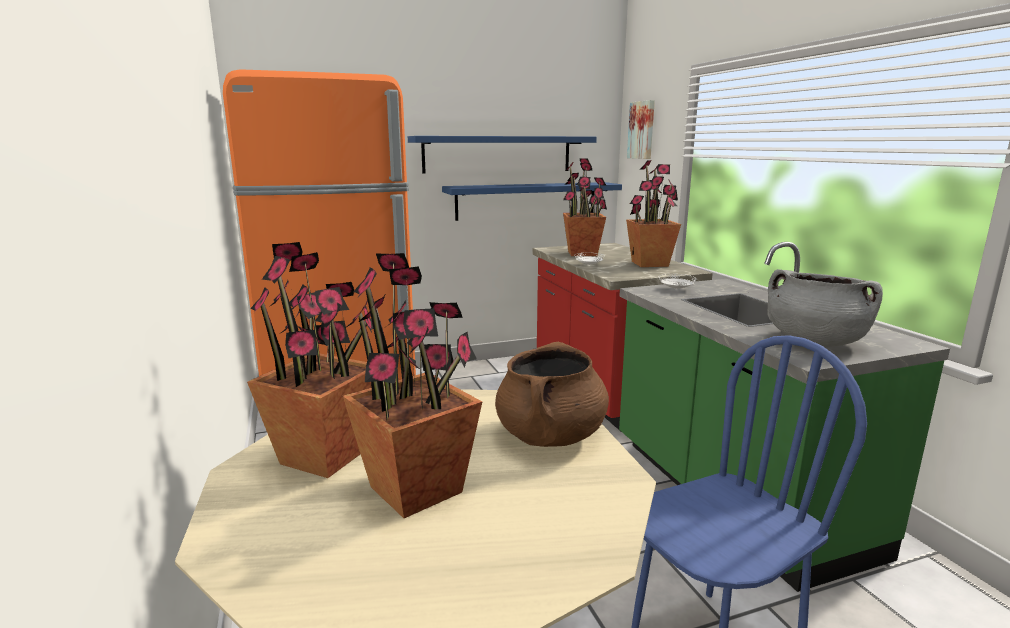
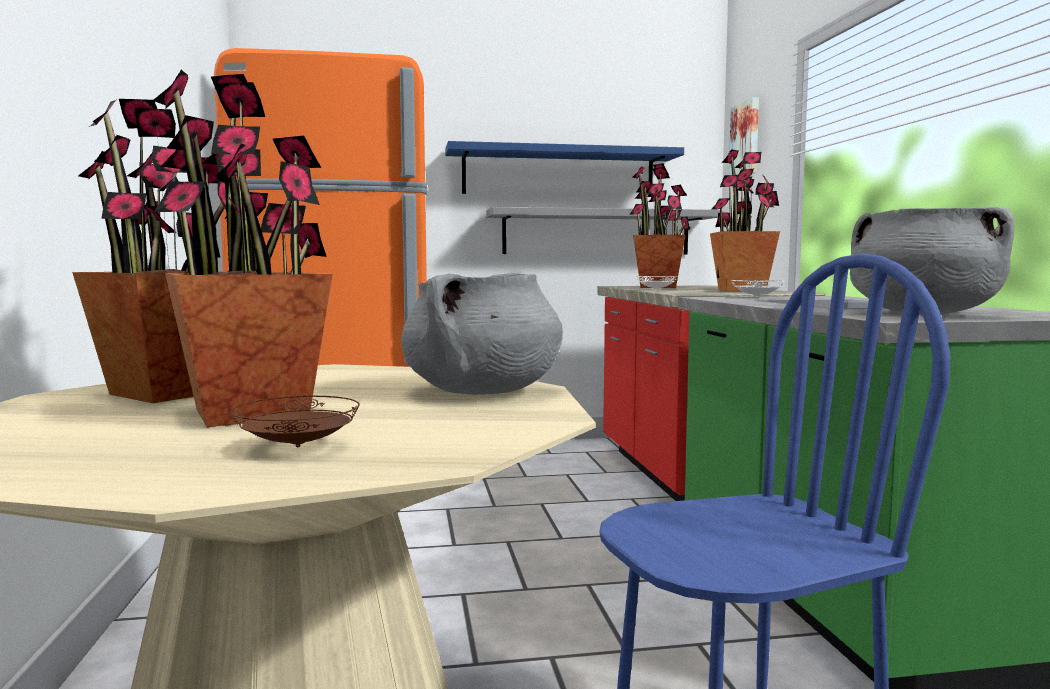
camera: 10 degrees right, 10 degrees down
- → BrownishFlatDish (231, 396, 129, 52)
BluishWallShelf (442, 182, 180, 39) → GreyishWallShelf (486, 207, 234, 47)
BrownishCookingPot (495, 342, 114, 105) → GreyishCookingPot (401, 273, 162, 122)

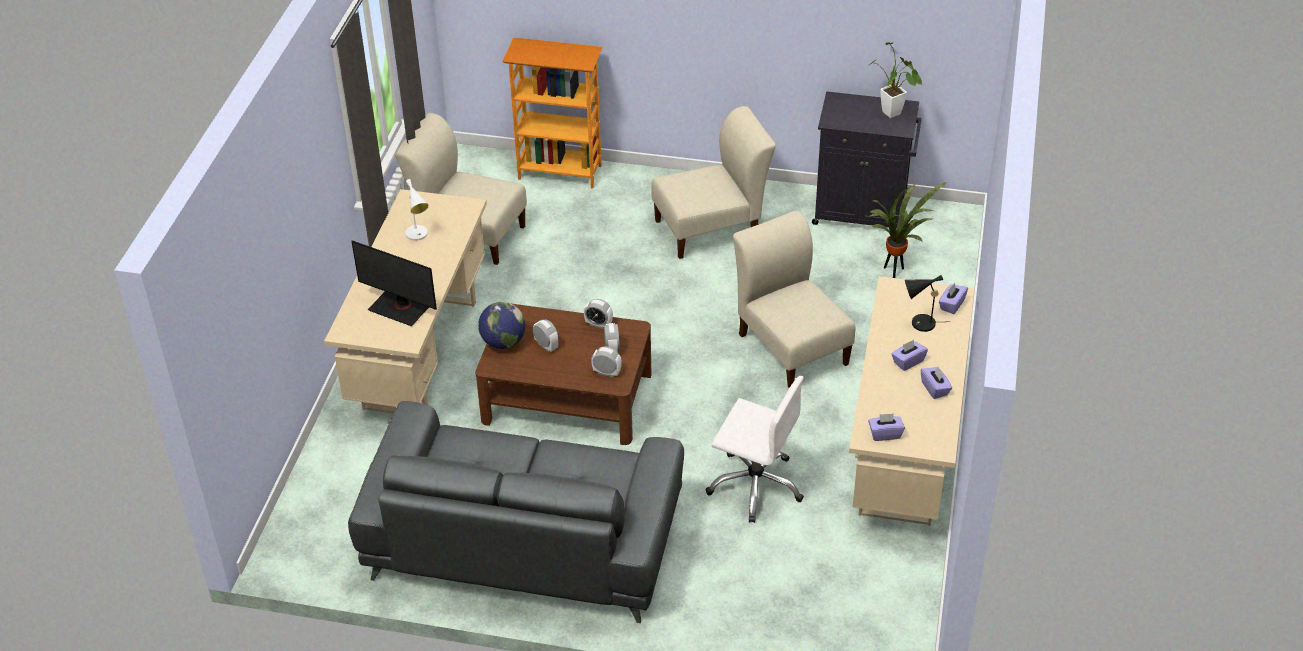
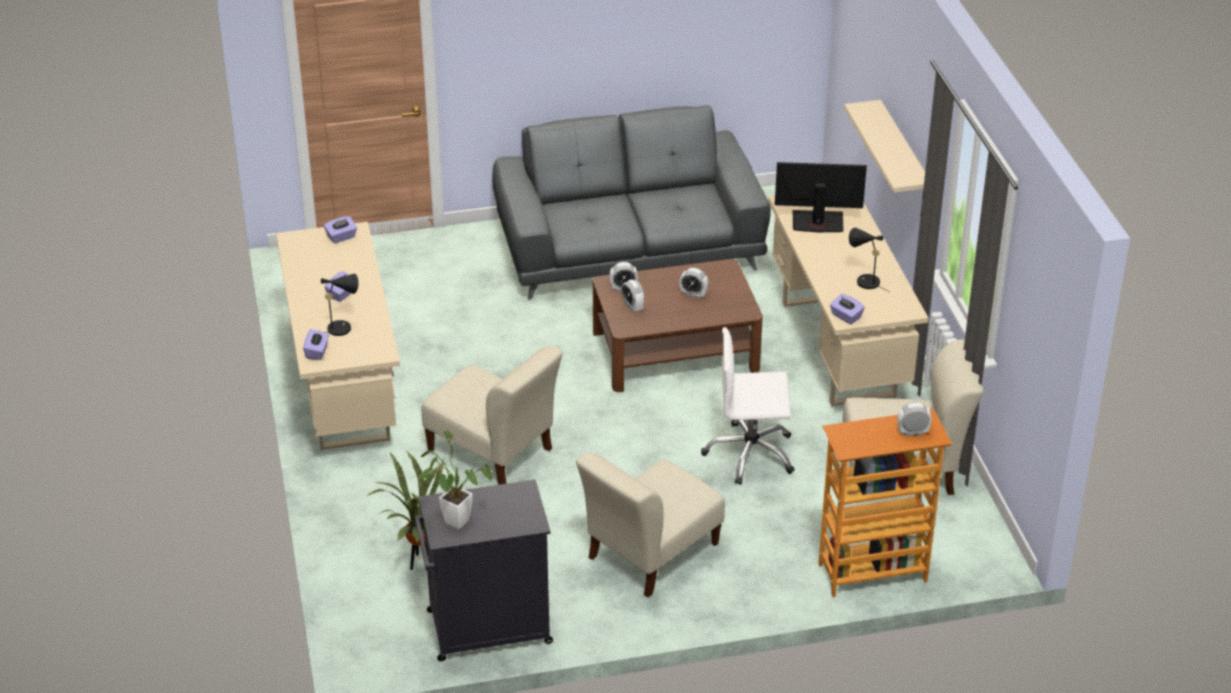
camera: 155 degrees right, 5 degrees down
DeskGlobe (478, 302, 48, 47) → -
- → BeigeWallShelf (844, 100, 81, 93)
TableClock (584, 299, 29, 30) → TableClock (897, 402, 34, 34), move
WhitishDeskChair (705, 376, 99, 147) → WhitishDeskChair (701, 327, 94, 158), move
PurplishBoxOfTissues (921, 367, 31, 32) → PurplishBoxOfTissues (830, 294, 35, 30), move
WhitishTabletopLamp (405, 179, 24, 62) → BlackishTabletopLamp (849, 228, 41, 64)

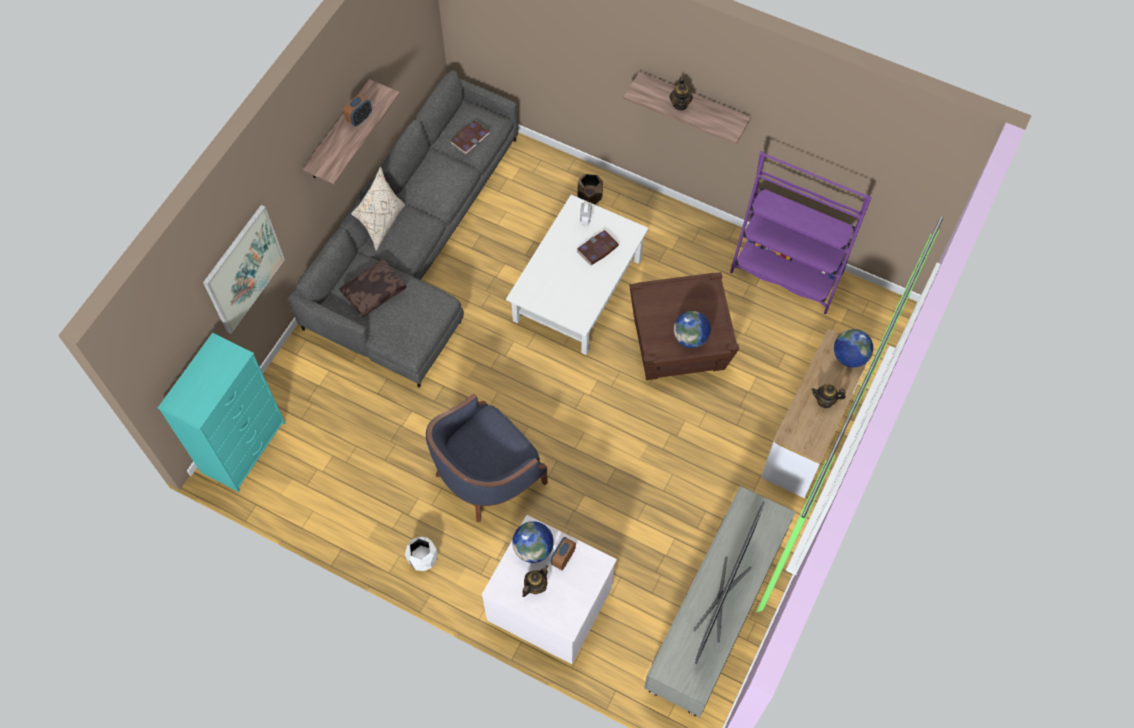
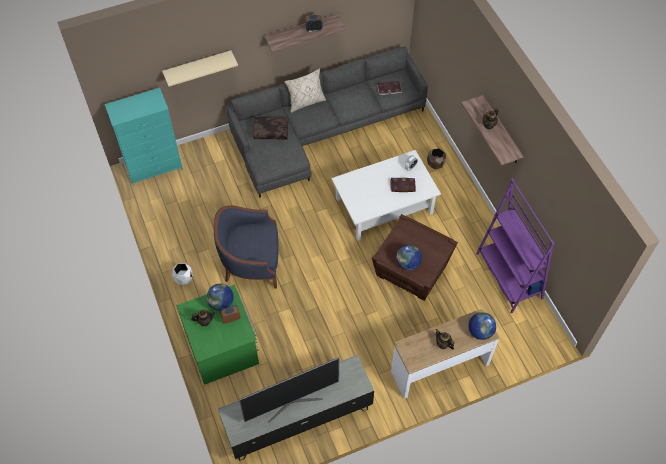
camera: 40 degrees right, 5 degrees down
WallArt (203, 205, 82, 129) → BeigeWallShelf (162, 50, 76, 37)
WhitishDresser (482, 515, 135, 149) → GreenDresser (176, 285, 83, 100)

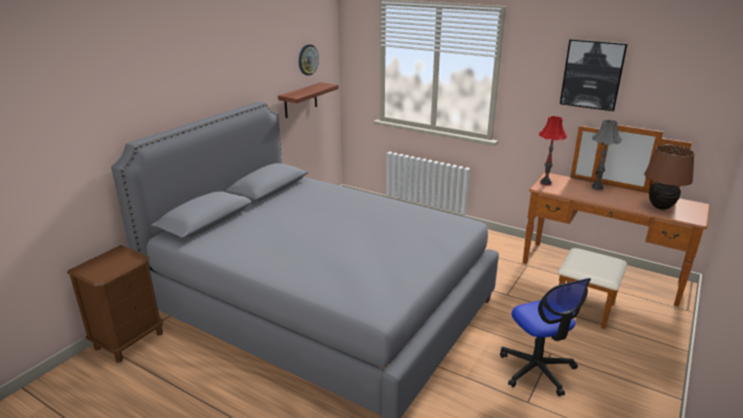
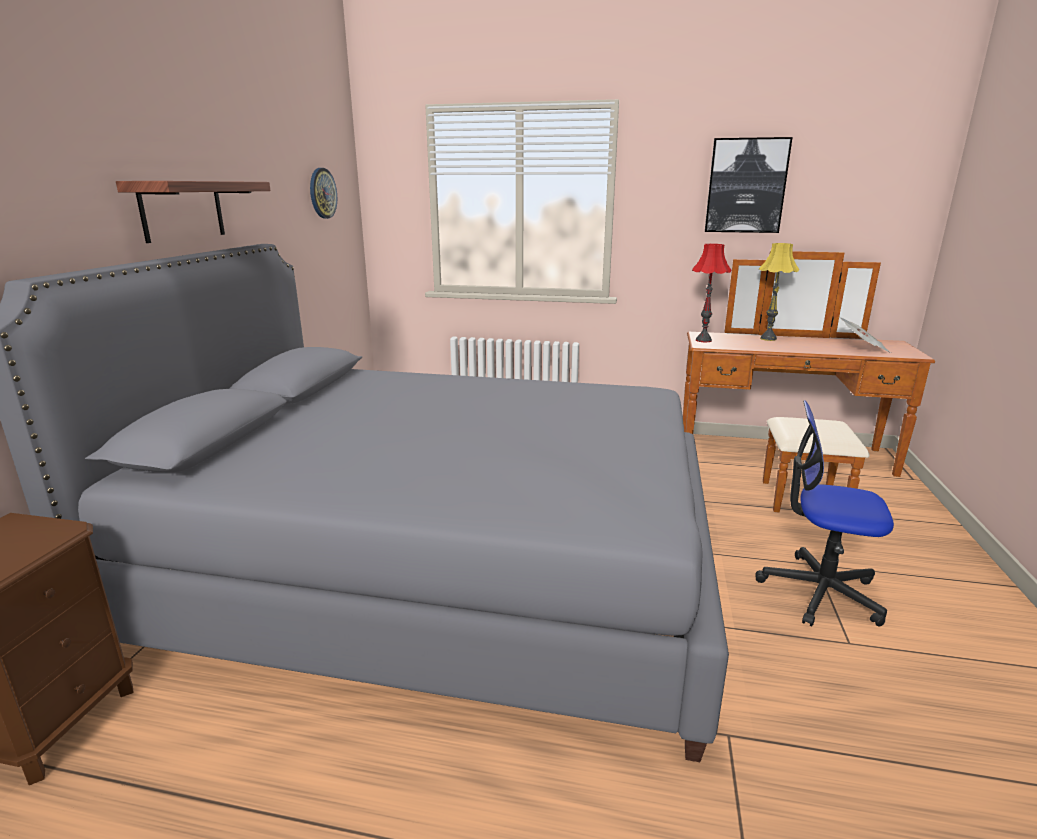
camera: 20 degrees left, 5 degrees down
WallShelf (278, 82, 61, 36) → WallShelf (116, 181, 155, 62), move
BrownishTabletopLamp (644, 145, 51, 65) → PrintedPaper (839, 317, 52, 36)
GreyishTabletopLamp (591, 120, 31, 70) → YellowColouredTabletopLamp (759, 243, 40, 98)
DeskChair (500, 278, 91, 119) → DeskChair (755, 400, 139, 227), 150 degrees clockwise

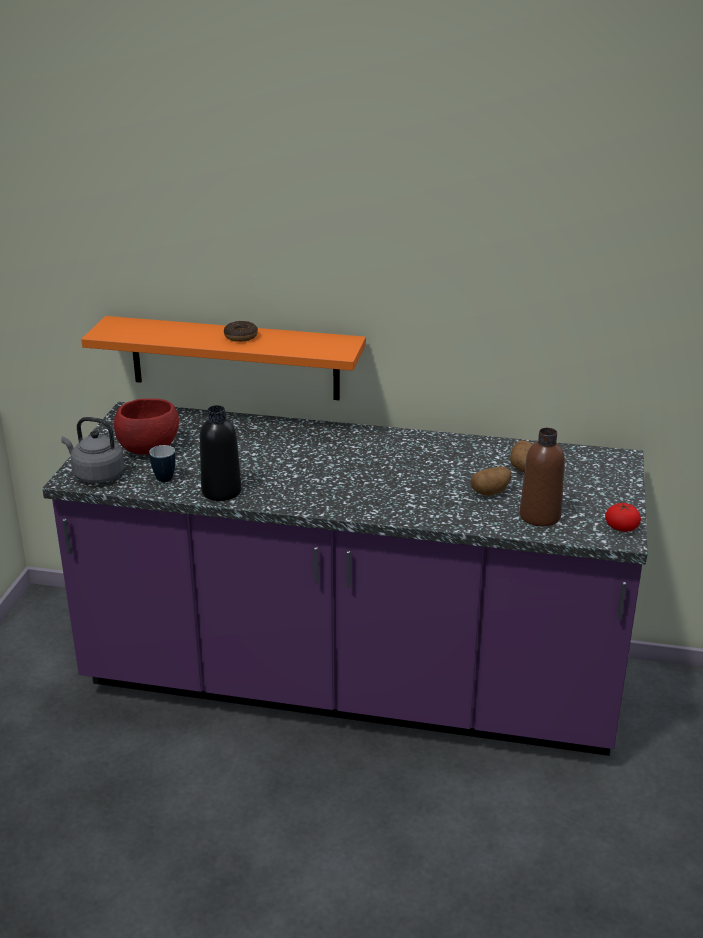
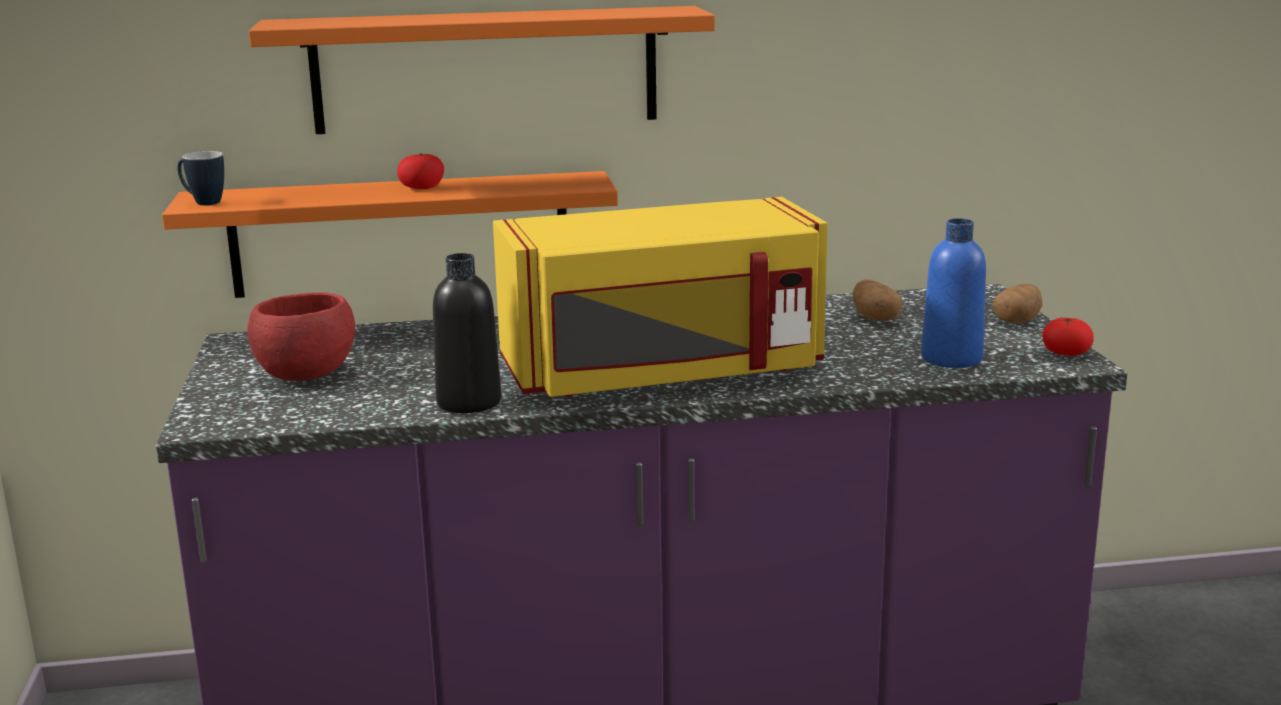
camera: 20 degrees left, 10 degrees down
GreyishKettle (61, 417, 63, 66) → -
- → OrangeColouredWallShelf (249, 6, 466, 128)
- → YellowColouredMicrowave (493, 197, 335, 200)
TeaMug (149, 445, 26, 37) → TeaMug (177, 151, 47, 54), move
Spud (471, 467, 40, 29) → Spud (993, 284, 50, 40), move
Donut (224, 321, 34, 21) → Tomato (397, 153, 47, 36)
BrownishBottle (520, 428, 45, 98) → BluishBottle (921, 218, 65, 150)

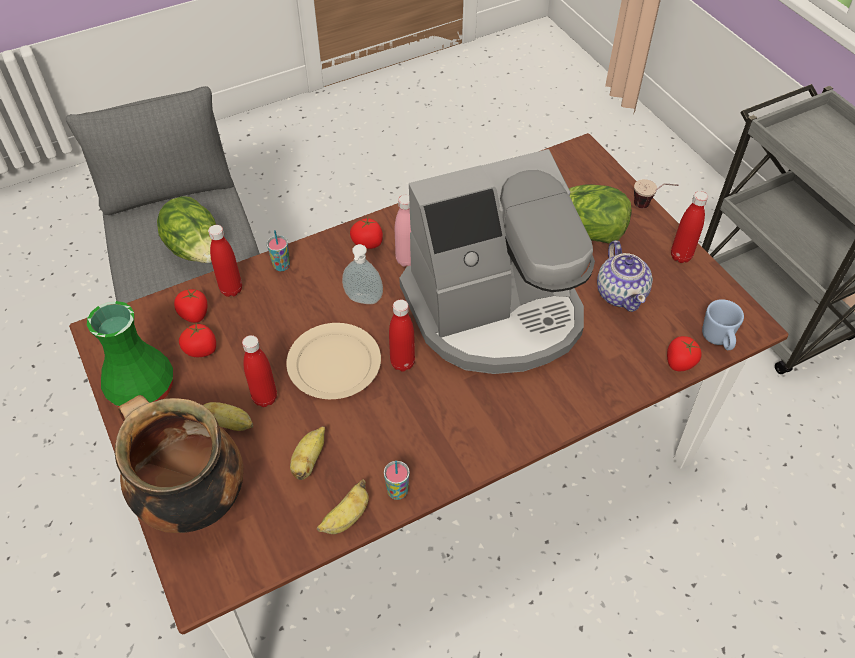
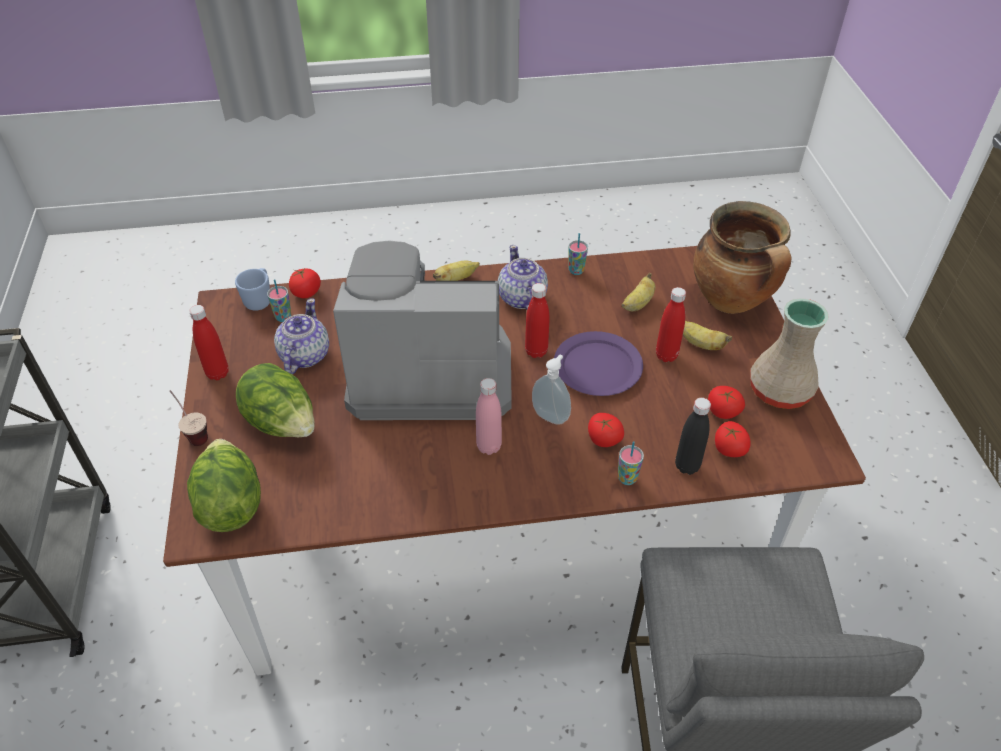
camera: 160 degrees left, 5 degrees down
- → SmallCup (267, 279, 24, 43)
- → Teapot (498, 245, 50, 64)
HeadOfLettuce (157, 196, 59, 67) → HeadOfLettuce (187, 439, 74, 93), move
Banana (317, 479, 52, 55) → Banana (433, 261, 47, 20), move
Tomato (350, 216, 33, 33) → Tomato (588, 413, 36, 34), move
GreenFlowerVase (87, 301, 86, 106) → BeigeFlowerVase (750, 298, 79, 111)
ReddishBottle (208, 225, 34, 72) → BlackishBottle (675, 398, 36, 77)
BeigeFlatDish (286, 323, 95, 76) → PurplishFlatDish (554, 331, 89, 65)

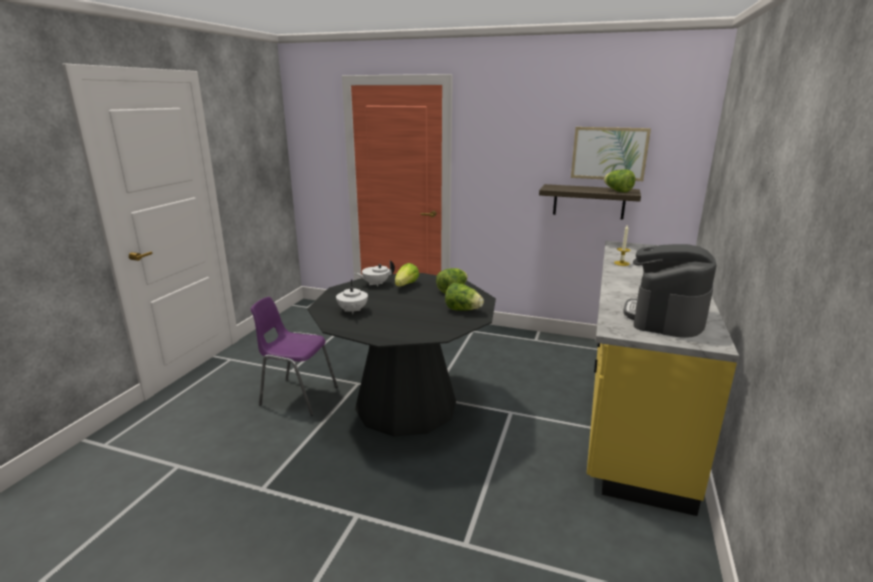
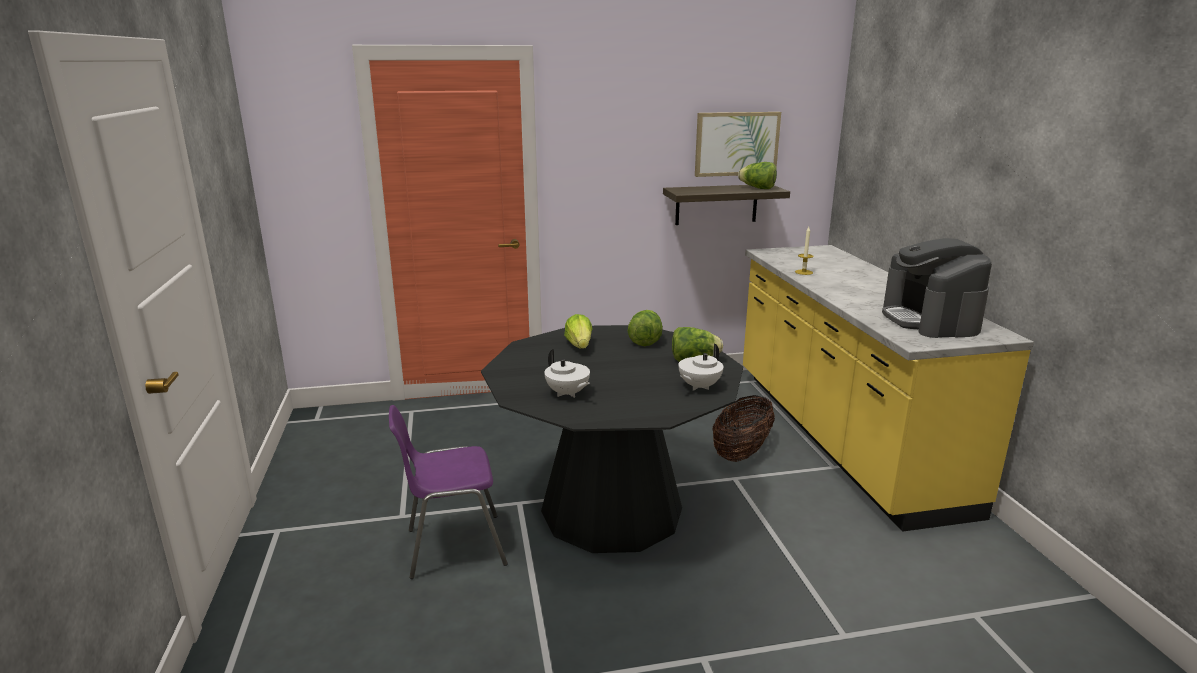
camera: 30 degrees left, 0 degrees up
- → StorageBasket (712, 395, 63, 67)
WhitishTeapot (355, 260, 40, 26) → WhitishTeapot (678, 344, 46, 47), move

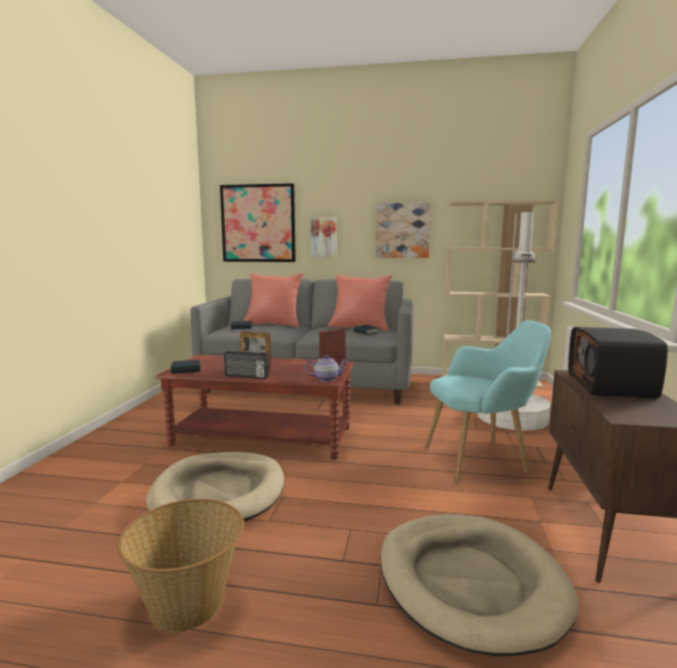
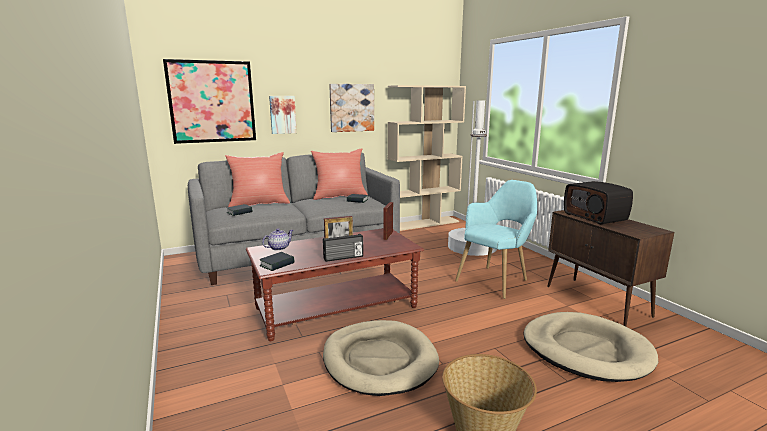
camera: 35 degrees left, 5 degrees up
Teapot (305, 355, 42, 27) → Teapot (262, 228, 31, 23), move

